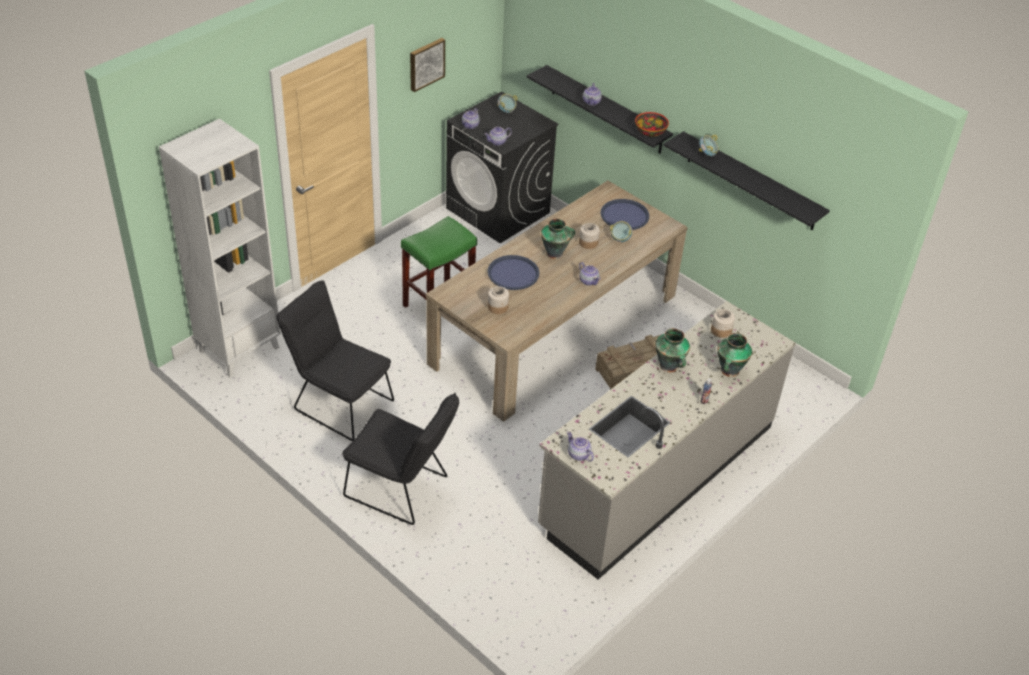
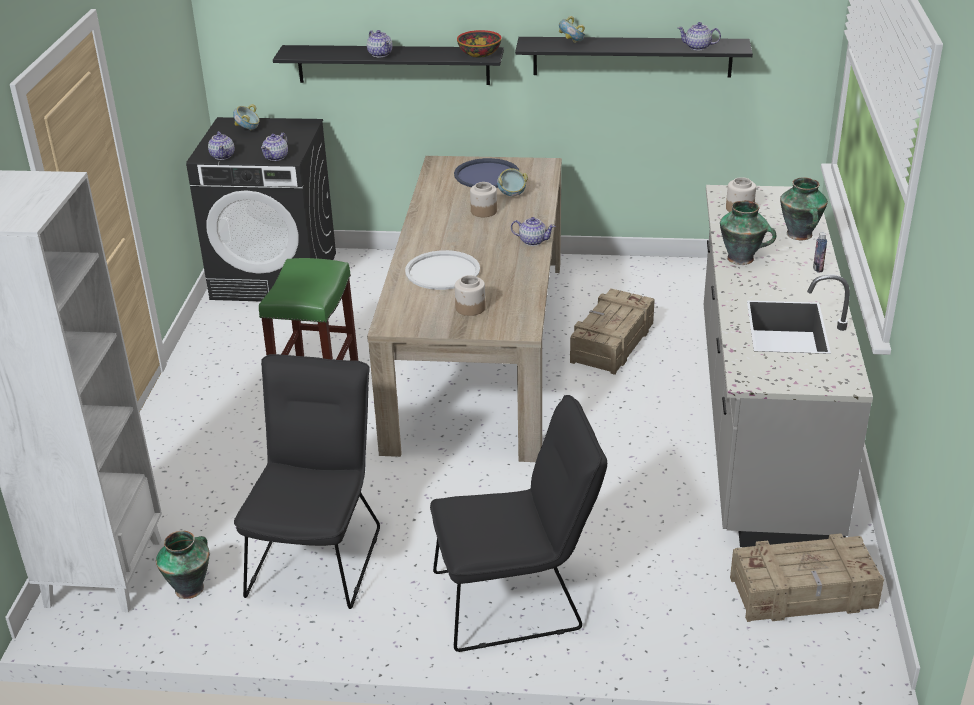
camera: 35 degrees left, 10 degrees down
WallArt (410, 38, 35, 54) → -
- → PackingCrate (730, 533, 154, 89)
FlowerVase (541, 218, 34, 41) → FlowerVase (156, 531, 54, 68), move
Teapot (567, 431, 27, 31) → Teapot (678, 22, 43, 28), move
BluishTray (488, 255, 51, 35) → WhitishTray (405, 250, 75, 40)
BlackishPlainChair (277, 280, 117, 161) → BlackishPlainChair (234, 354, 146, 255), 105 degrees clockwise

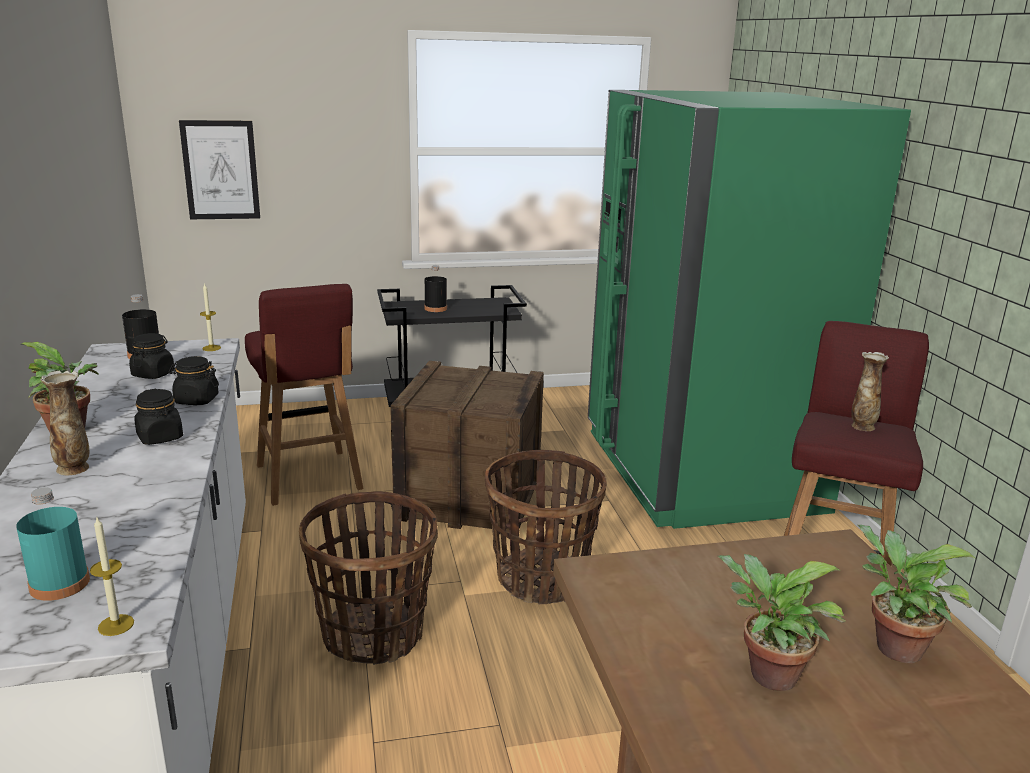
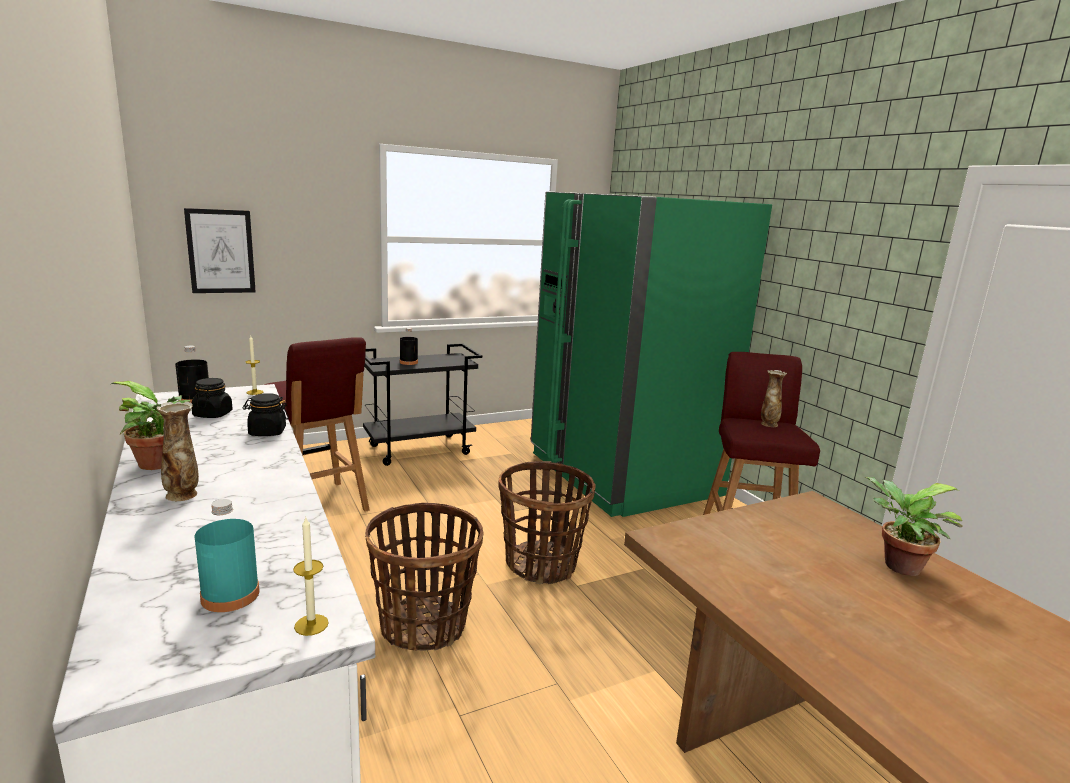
camera: 15 degrees left, 5 degrees down
BlackishStorageJar (134, 389, 49, 56) → -
PackingCrate (390, 361, 154, 172) → -
PottedPlant (717, 554, 128, 137) → -

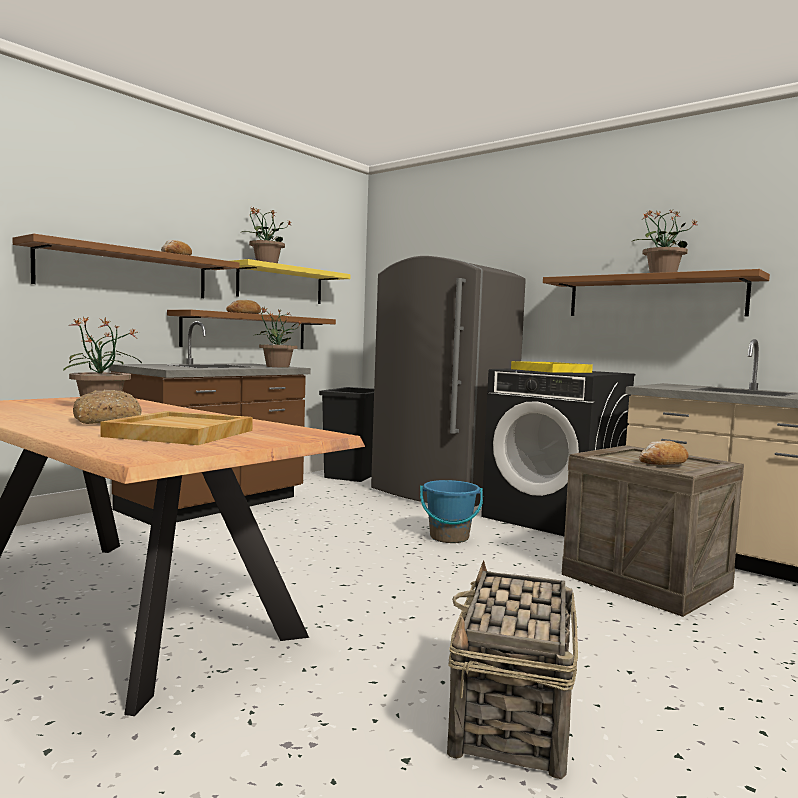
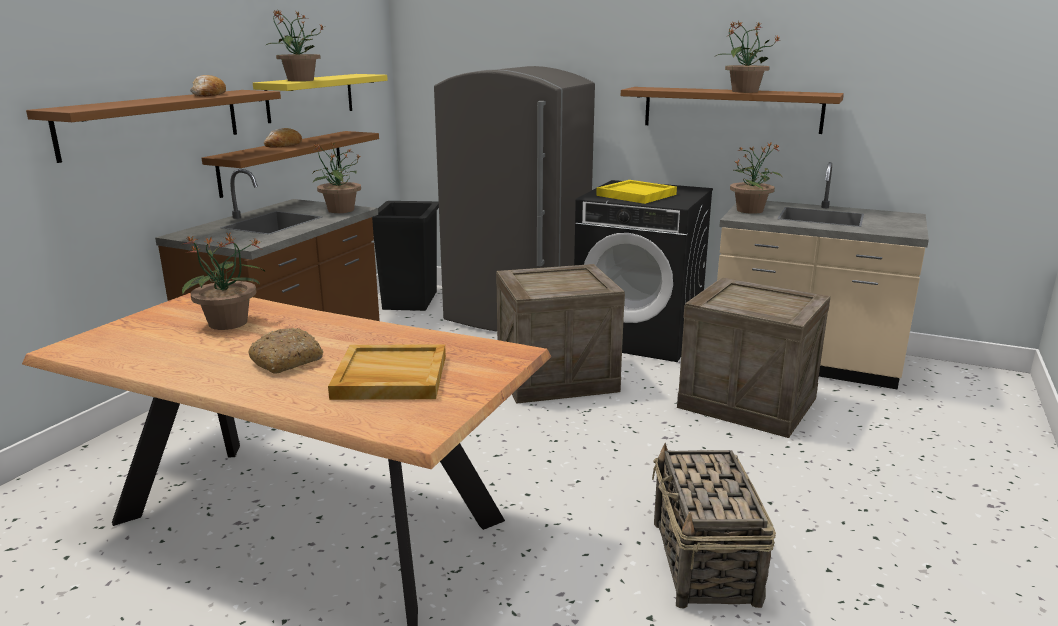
camera: 15 degrees left, 15 degrees up
BakedBread (639, 441, 50, 24) → -
- → PottedPlant (730, 141, 53, 73)
BluishPail (420, 480, 63, 63) → PackingCrate (496, 264, 129, 140)

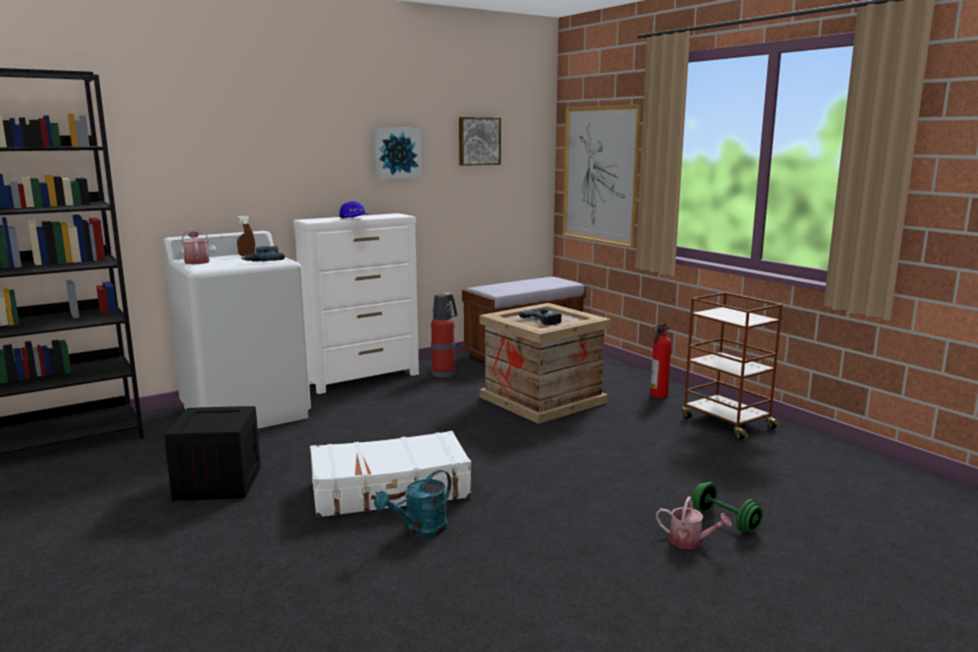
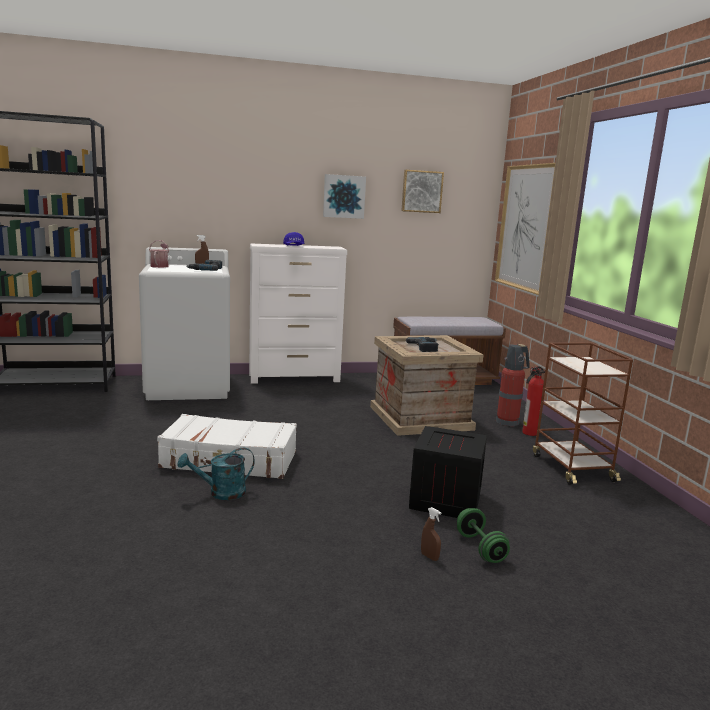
camera: 20 degrees right, 0 degrees up
PackingCrate (164, 406, 97, 95) → PackingCrate (409, 426, 78, 92), move
Extinguisher (431, 293, 26, 85) → Extinguisher (496, 344, 34, 83), move
SprinklingCan (656, 496, 76, 53) → BrownishHandSprayer (421, 507, 21, 54)

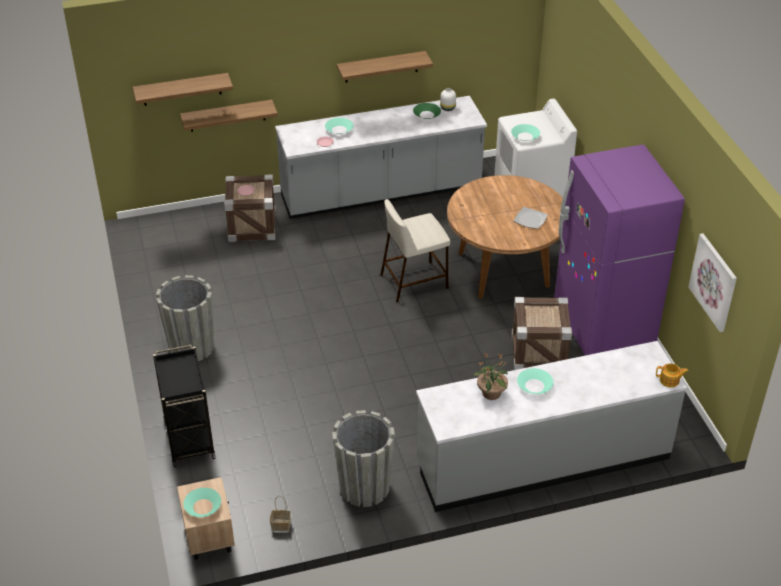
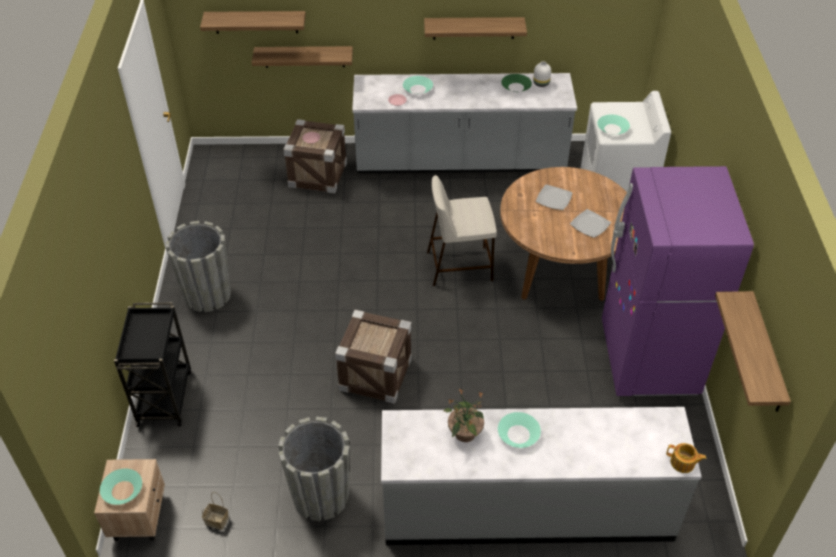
camera: 15 degrees right, 5 degrees up
- → FlatDish (536, 184, 37, 26)
PackingCrate (511, 297, 61, 73) → PackingCrate (335, 309, 77, 95), move
WallArt (688, 233, 49, 99) → WallShelf (715, 291, 76, 121)

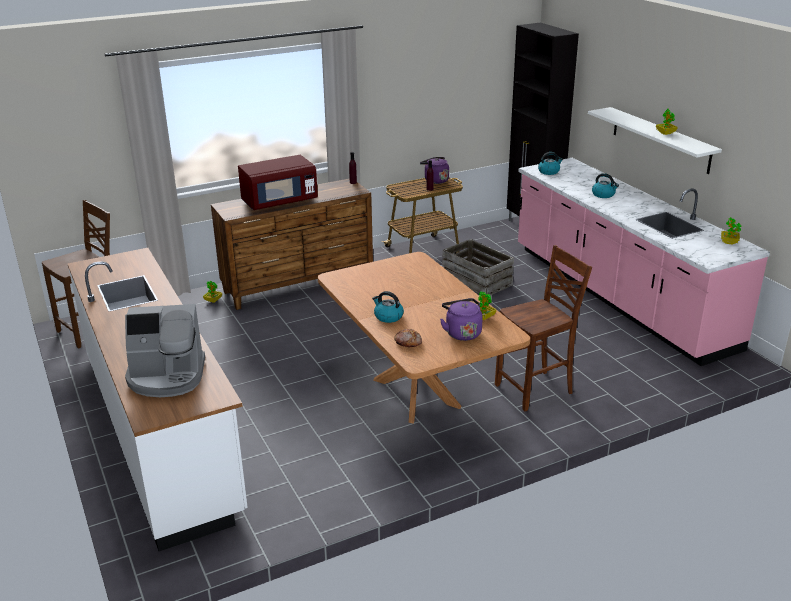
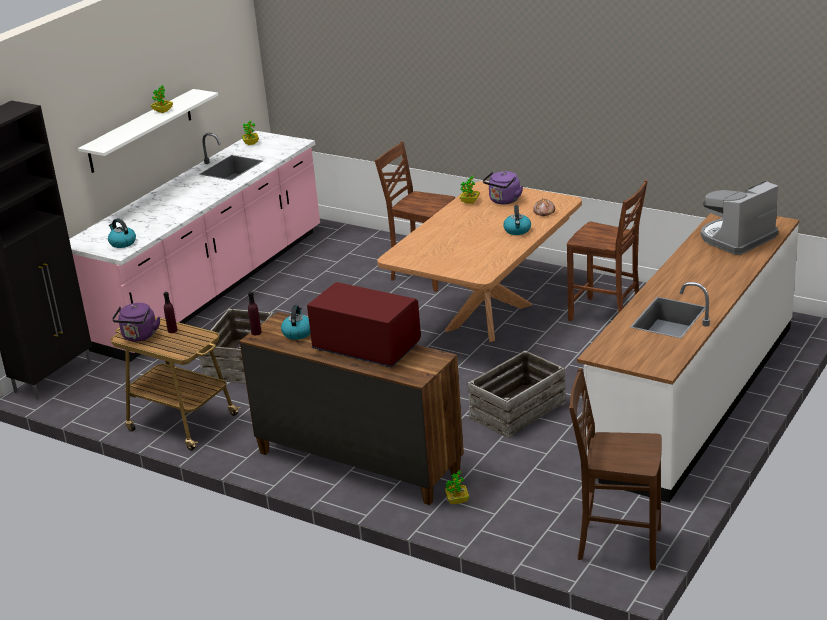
camera: 120 degrees left, 0 degrees up
- → PackingCrate (468, 351, 98, 87)
- → BrownishPlainChair (567, 180, 81, 141)
Kettle (592, 173, 27, 25) → Kettle (281, 305, 30, 35), move
CoffeeMachine (125, 304, 80, 93) → CoffeeMachine (701, 181, 77, 74), 90 degrees counterclockwise

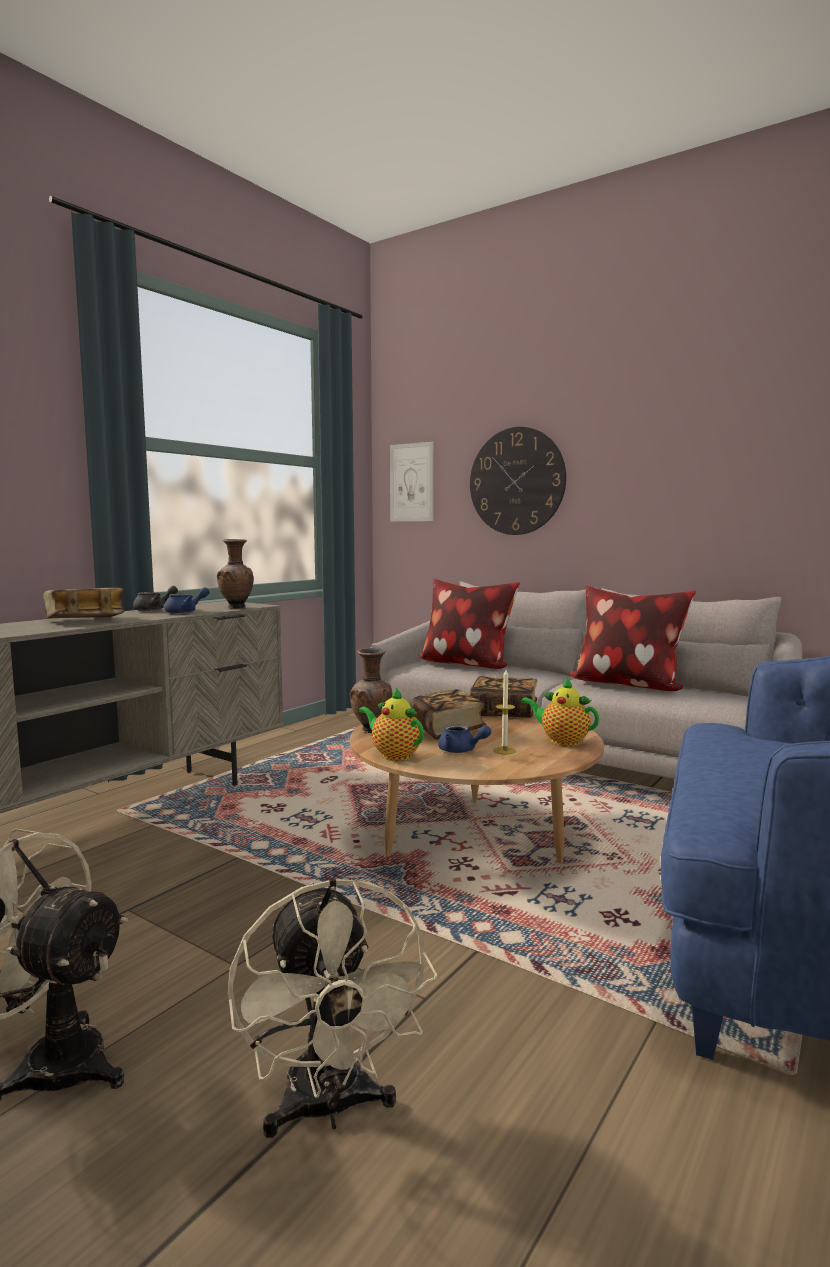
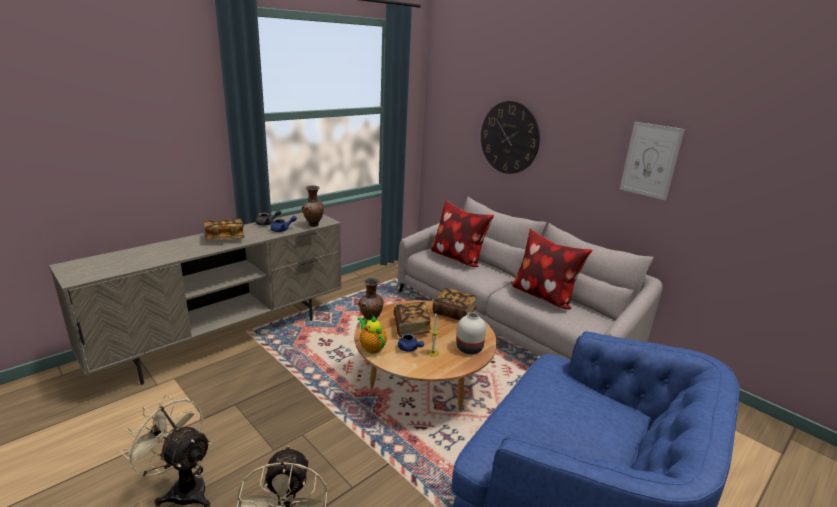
camera: 10 degrees right, 15 degrees up
WallArt (390, 442, 44, 79) → WallArt (620, 122, 65, 78), move
Teapot (521, 678, 78, 68) → WhitishFlowerVase (456, 312, 30, 42)

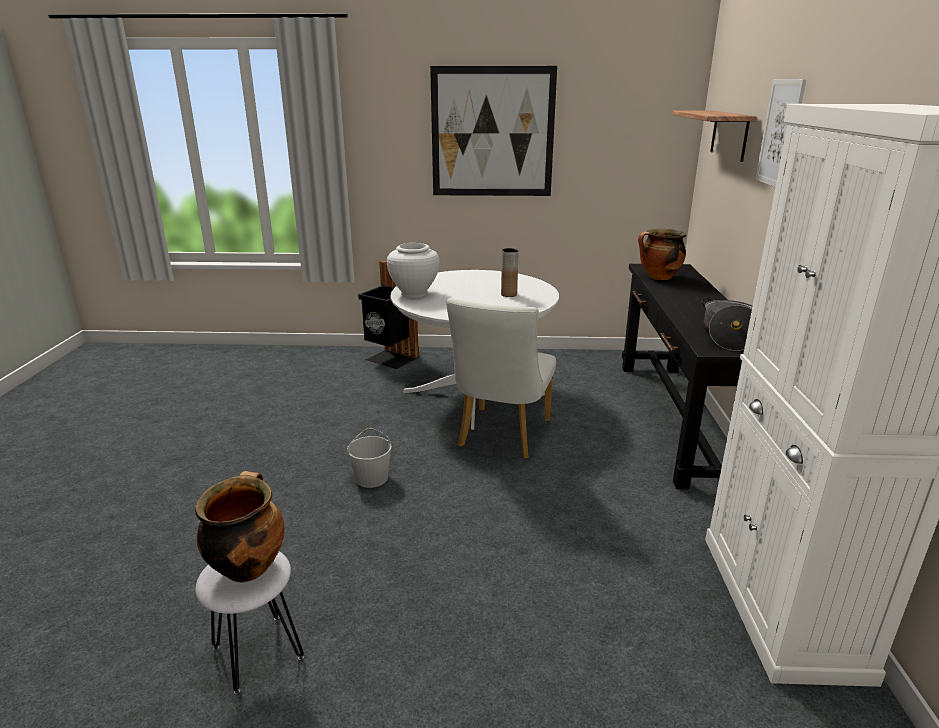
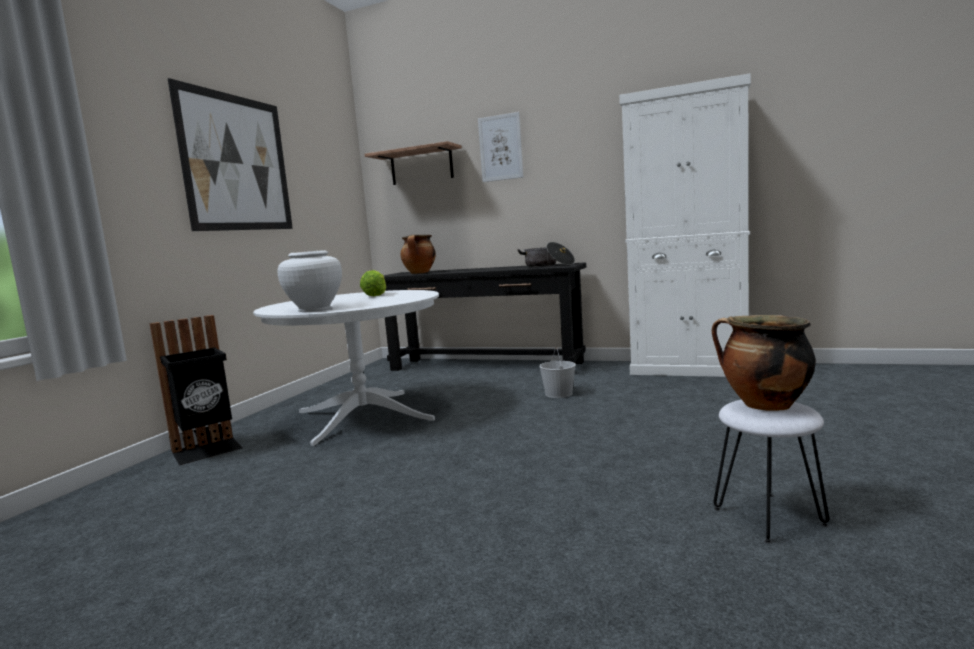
camera: 70 degrees left, 15 degrees down
WhitishPlainChair (447, 298, 109, 161) → -
WhitishPail (347, 428, 45, 60) → WhitishPail (539, 347, 37, 51), move
BrownishFlowerVase (501, 248, 18, 49) → HeadOfLettuce (360, 270, 26, 26)

